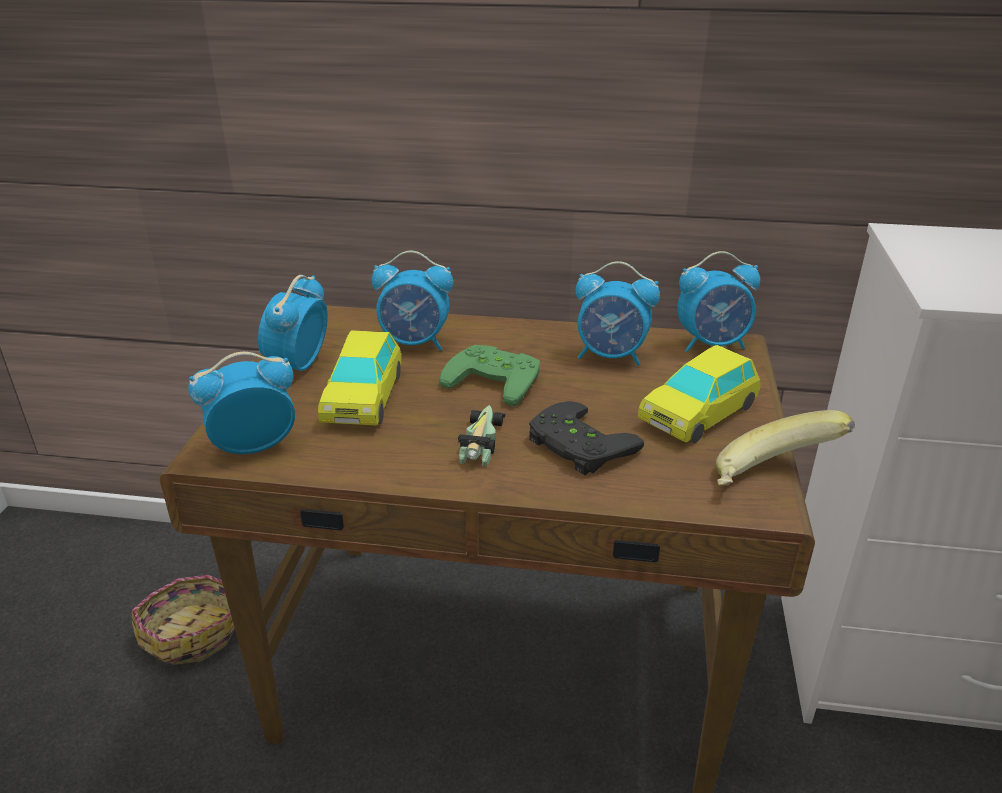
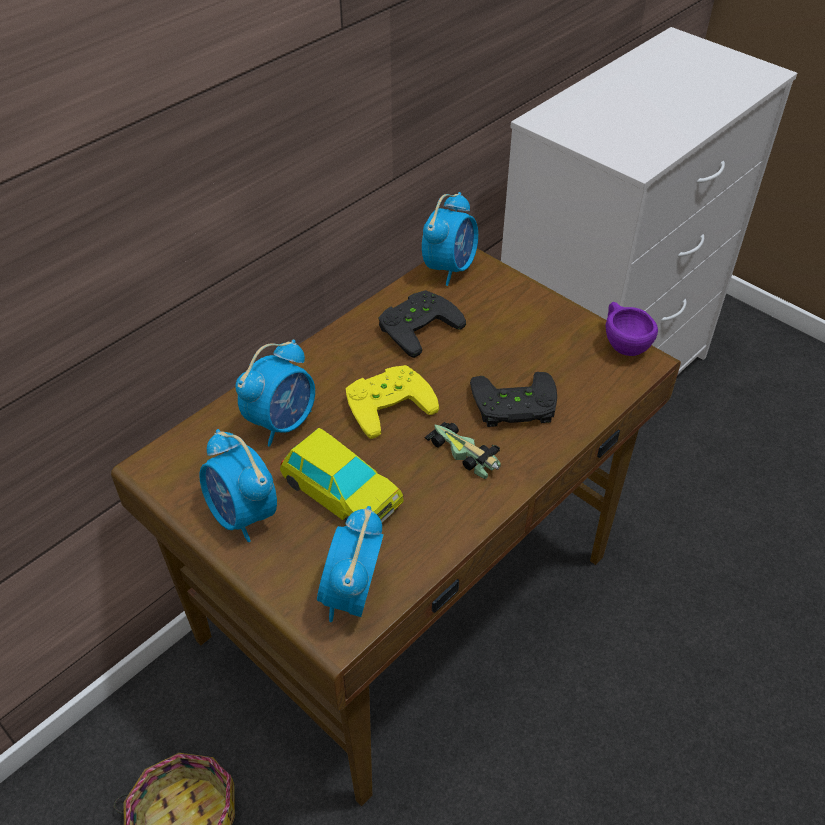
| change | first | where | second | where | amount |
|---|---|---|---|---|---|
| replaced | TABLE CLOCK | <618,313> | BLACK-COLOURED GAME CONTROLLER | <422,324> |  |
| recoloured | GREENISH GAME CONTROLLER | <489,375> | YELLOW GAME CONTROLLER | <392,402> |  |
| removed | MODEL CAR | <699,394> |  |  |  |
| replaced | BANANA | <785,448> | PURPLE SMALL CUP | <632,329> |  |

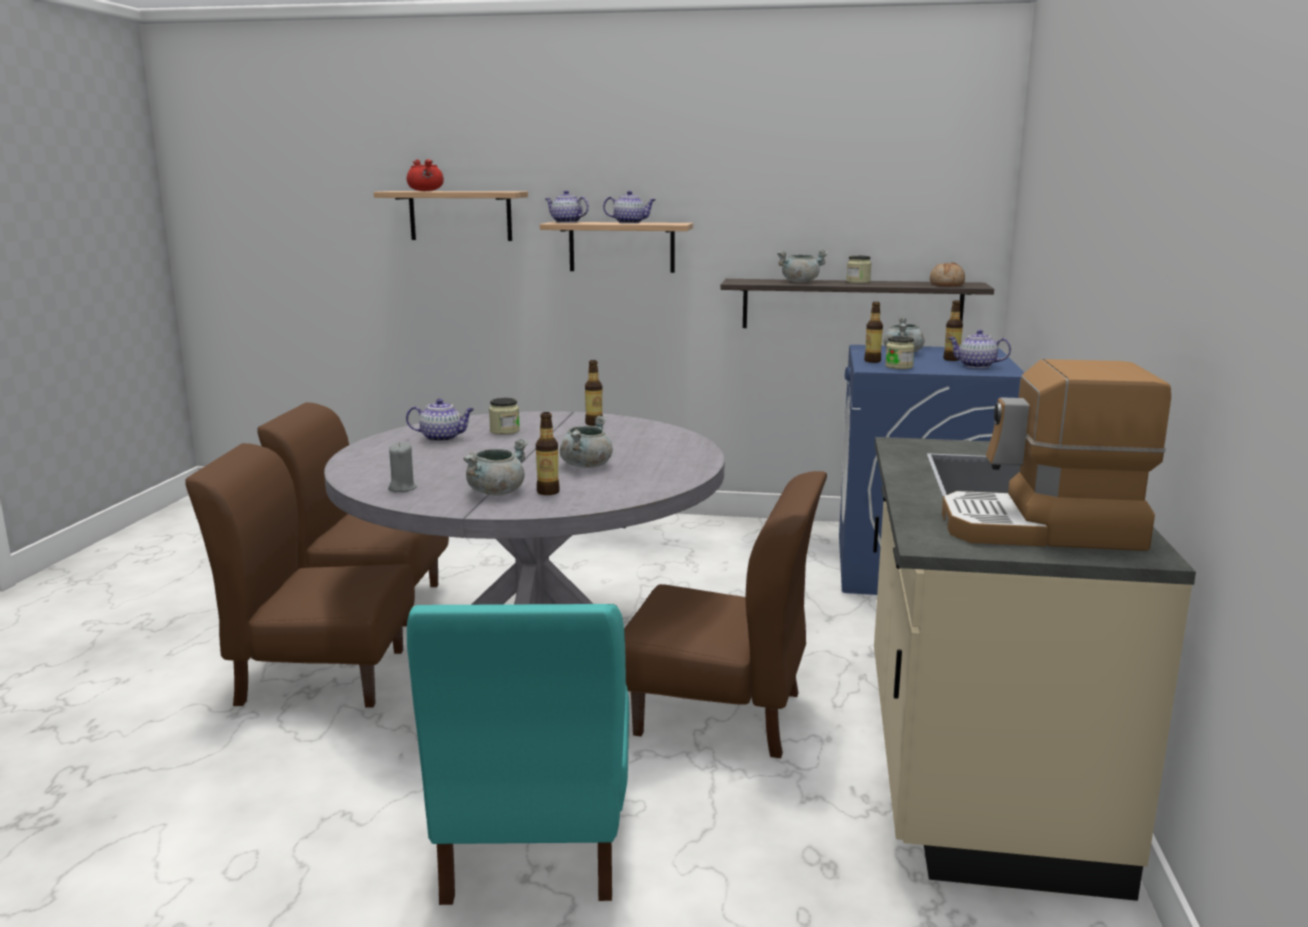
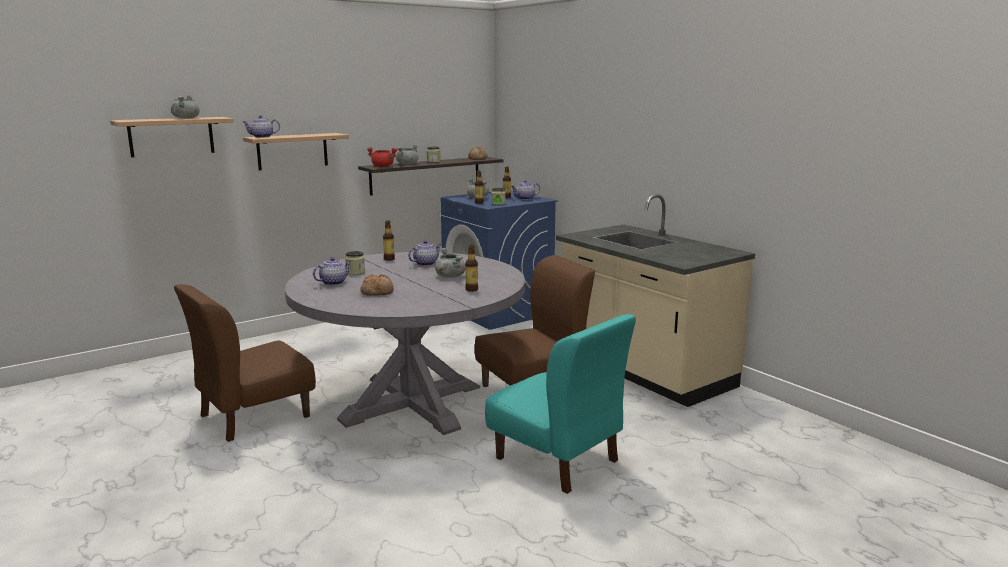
| change | first | where | second | where | amount |
|---|---|---|---|---|---|
| moved | RED COOKING POT | <425,175> |  | <381,157> |  |
| moved | TEAPOT | <629,207> |  | <424,253> |  |
| removed | COFFEE BREWER | <1056,455> |  |  |  |
| moved | GREY COOKING POT | <496,467> |  | <185,107> |  |
| removed | GREY WAX CANDLE | <402,467> |  |  |  |
| removed | BROWNISH CHAIR | <300,575> |  |  |  |
| added |  |  | BAKERY BREAD | <377,285> |  |

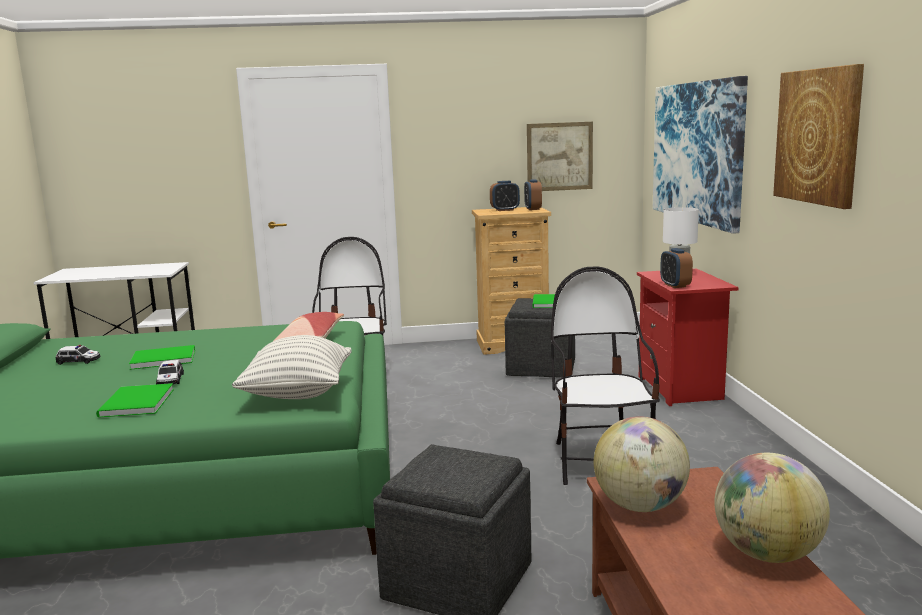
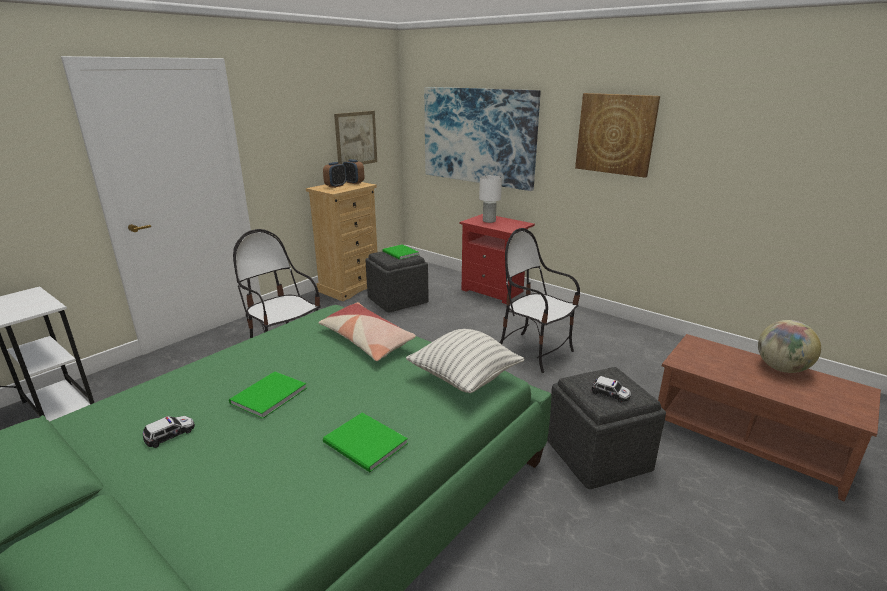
| change | first | where | second | where | amount |
|---|---|---|---|---|---|
| removed | TABLE CLOCK | <676,268> |  |  |  |
| moved | MODEL CAR | <170,372> |  | <611,389> |  |
| removed | WORLD GLOBE | <642,464> |  |  |  |

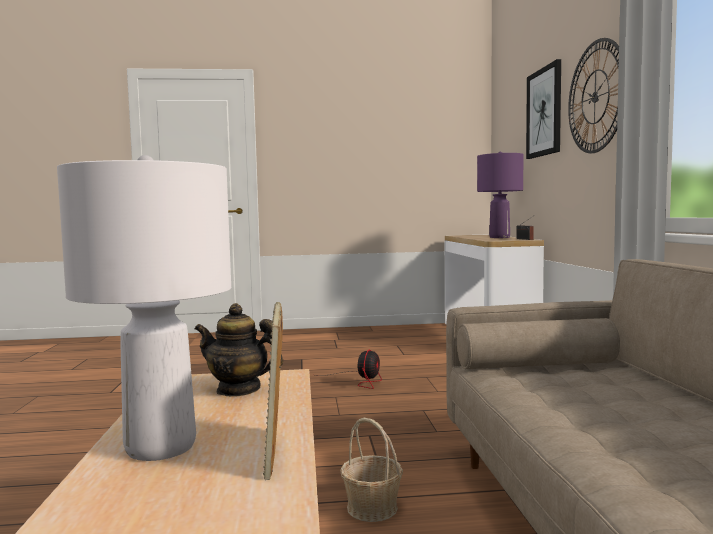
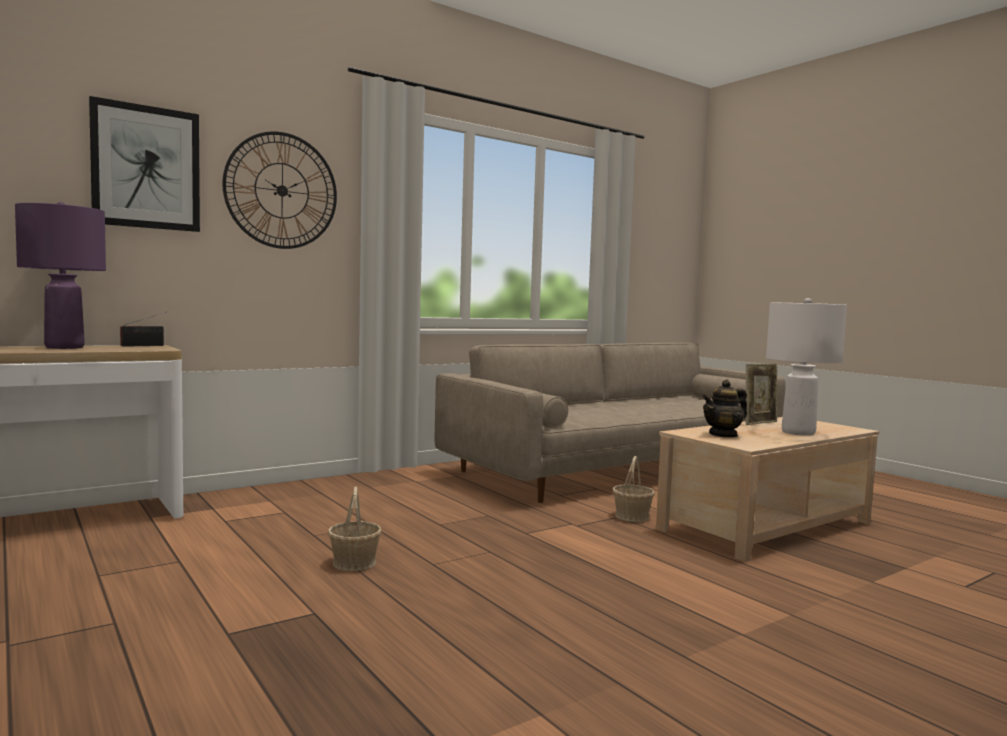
| change | first | where | second | where | amount |
|---|---|---|---|---|---|
| turned | TEAPOT | <239,350> |  | <724,408> | 75 degrees clockwise |
| replaced | COOLING FAN | <350,369> | BASKET | <355,528> |  |

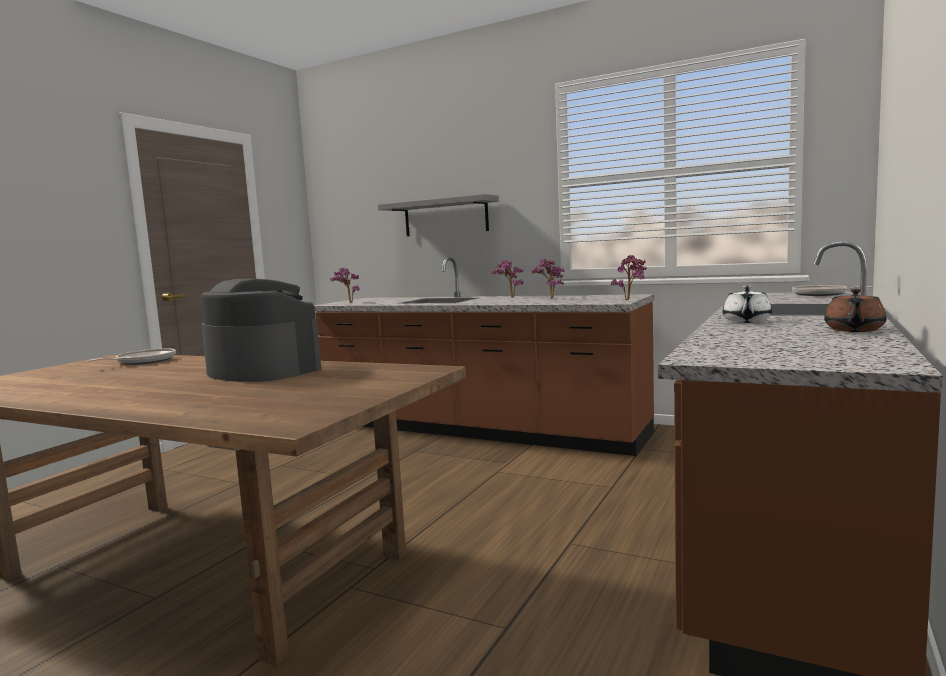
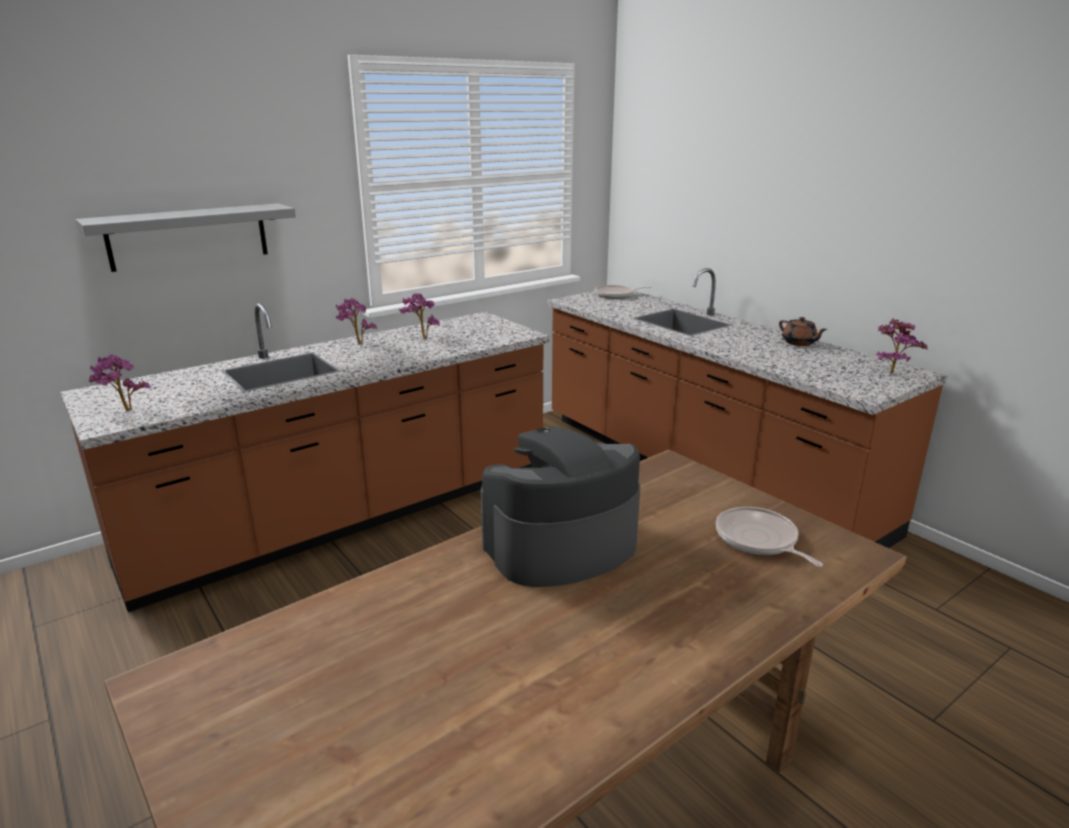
| change | first | where | second | where | amount |
|---|---|---|---|---|---|
| moved | HOUSEPLANT | <629,277> |  | <902,346> |  |
| removed | WHITE-COLOURED TEAPOT | <747,304> |  |  |  |
| moved | SKILLET | <132,356> |  | <769,537> |  |

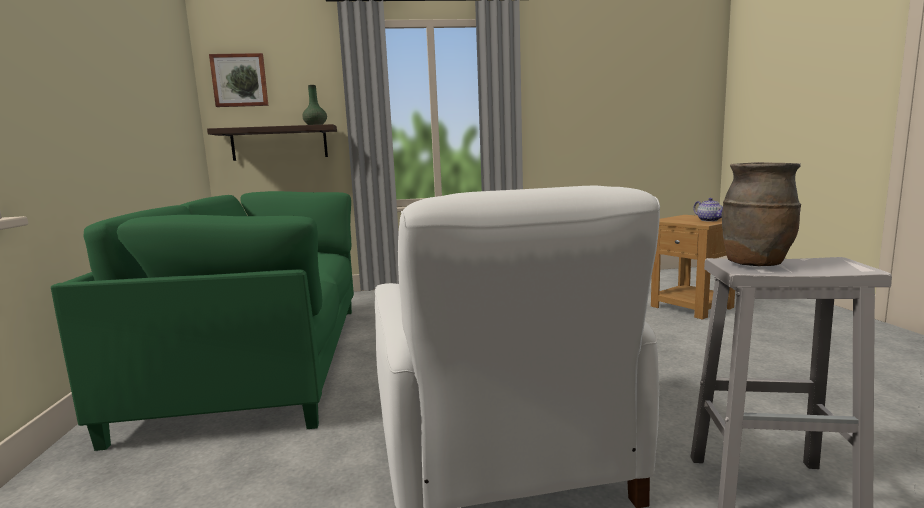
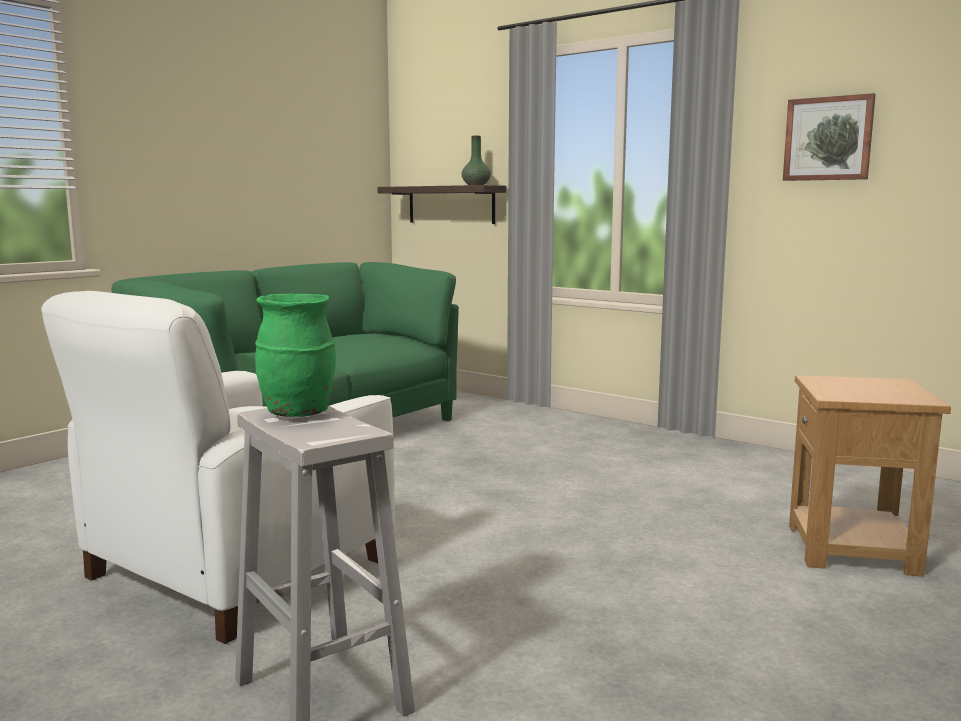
| change | first | where | second | where | amount |
|---|---|---|---|---|---|
| moved | PICTURE | <238,80> |  | <829,137> |  |
| recoloured | BROWNISH DECORATIVE VASE | <761,214> | GREENISH DECORATIVE VASE | <295,355> |  |
| removed | TEAPOT | <708,210> |  |  |  |

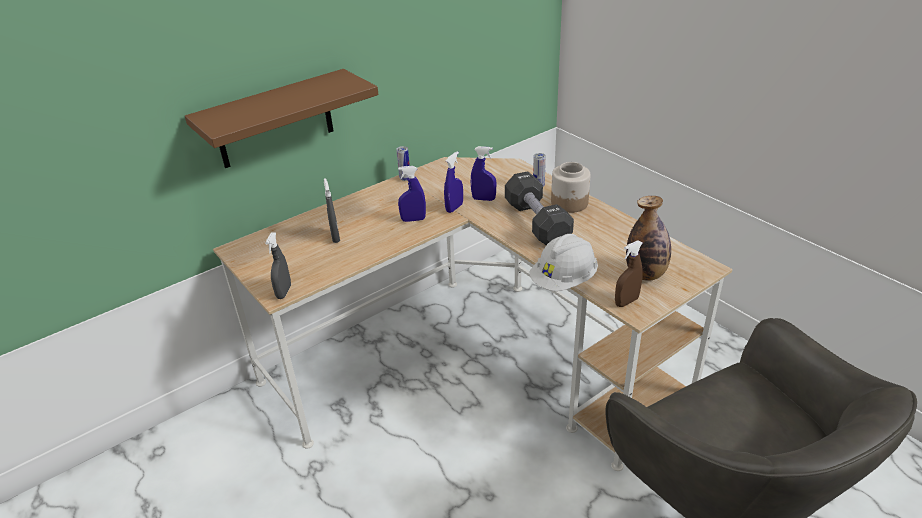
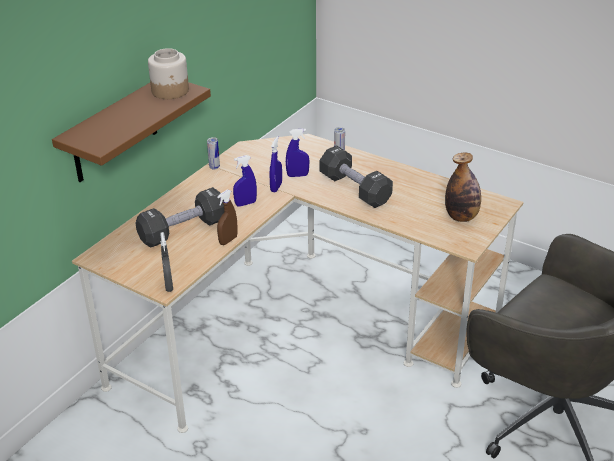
| change | first | where | second | where | amount |
|---|---|---|---|---|---|
| moved | PRESERVE JAR | <571,187> |  | <168,73> |  |
| replaced | GREY SPRAY BOTTLE | <332,210> | BLACK-COLOURED HAND WEIGHT | <180,217> |  |
| removed | WHITE-COLOURED WORK HELMET | <564,262> |  |  |  |
| moved | BROWNISH SPRAY BOTTLE | <629,273> |  | <227,217> |  |

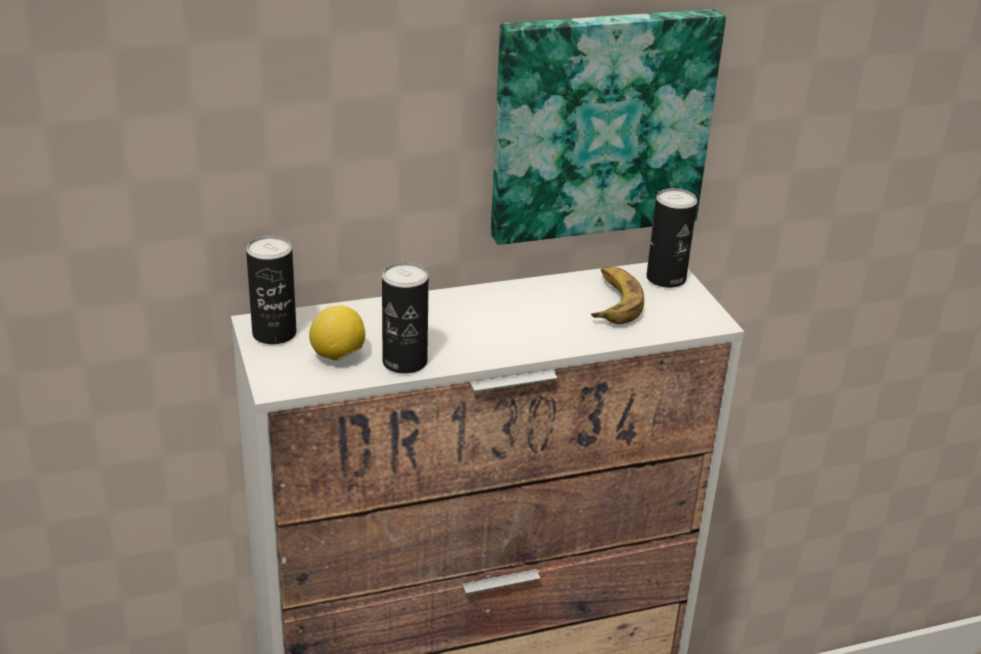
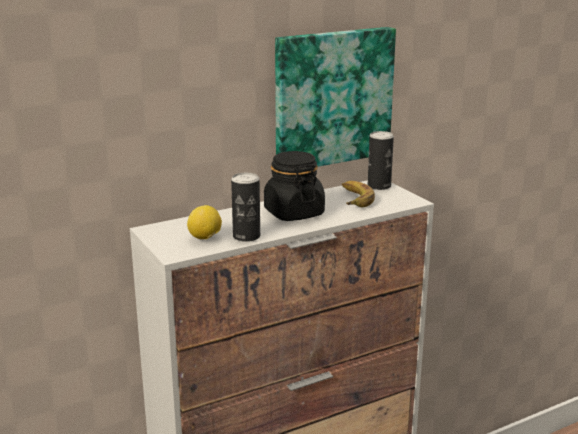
| change | first | where | second | where | amount |
|---|---|---|---|---|---|
| removed | METAL CAN | <271,289> |  |  |  |
| added |  |  | BLACK-COLOURED PRESERVE JAR | <294,186> |  |

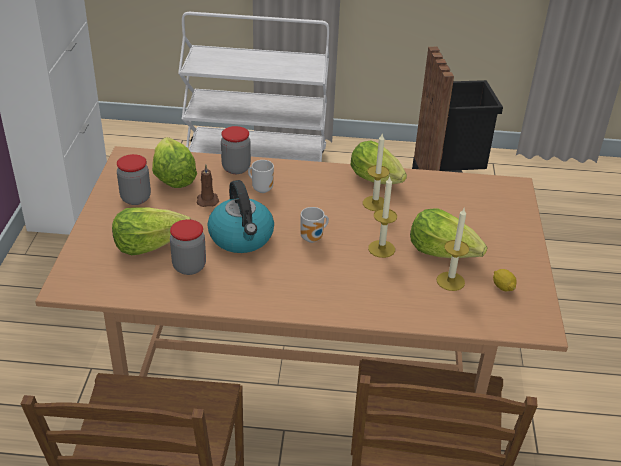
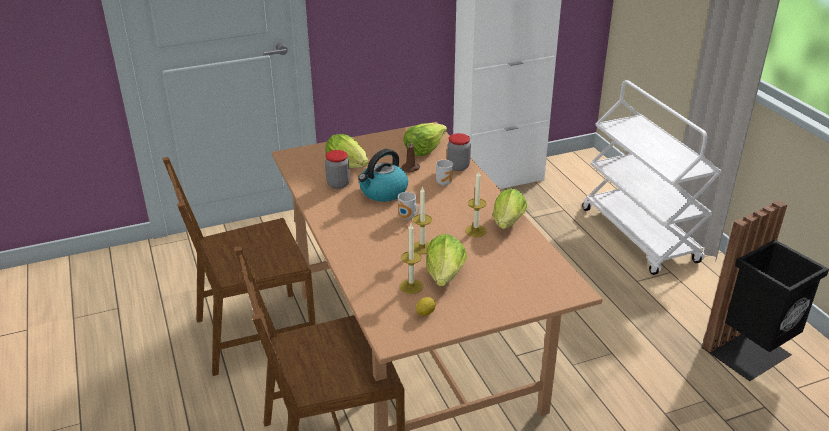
| change | first | where | second | where | amount |
|---|---|---|---|---|---|
| removed | PRESERVE JAR | <134,179> |  |  |  |

